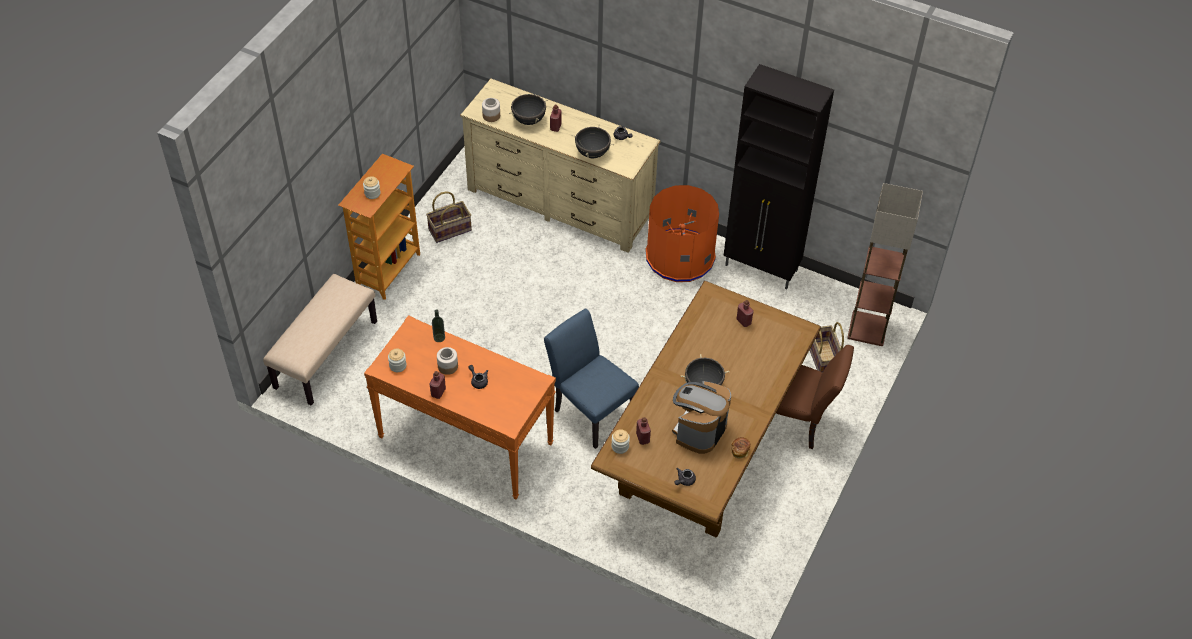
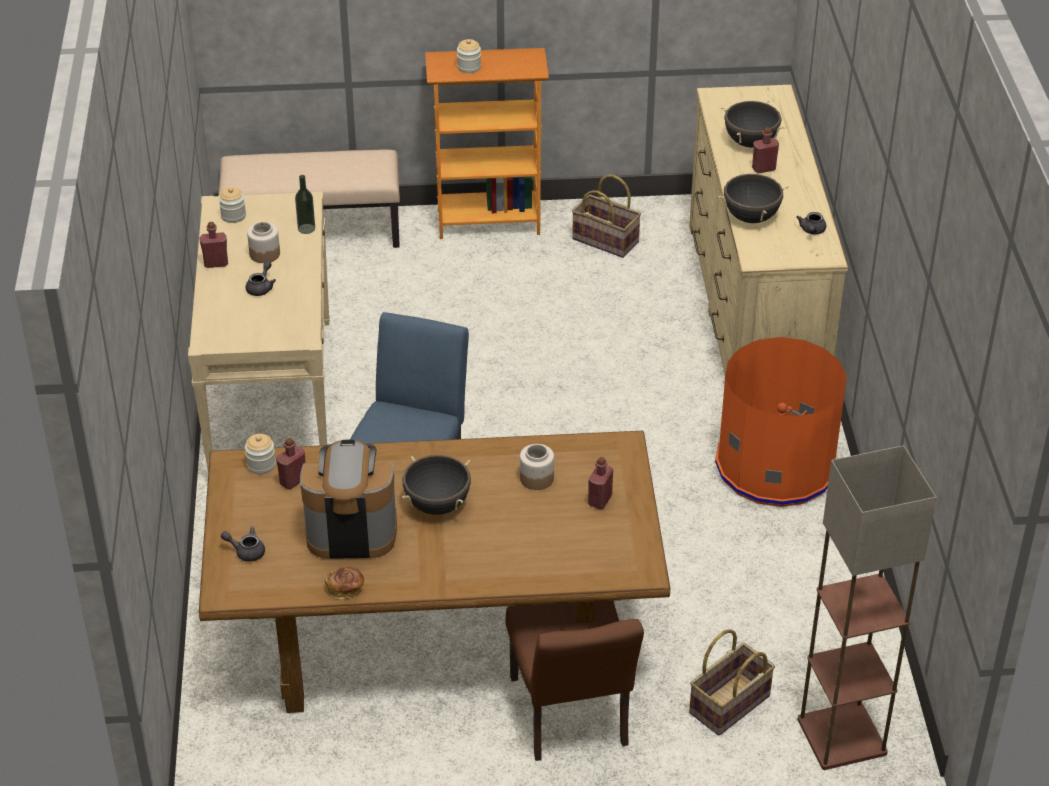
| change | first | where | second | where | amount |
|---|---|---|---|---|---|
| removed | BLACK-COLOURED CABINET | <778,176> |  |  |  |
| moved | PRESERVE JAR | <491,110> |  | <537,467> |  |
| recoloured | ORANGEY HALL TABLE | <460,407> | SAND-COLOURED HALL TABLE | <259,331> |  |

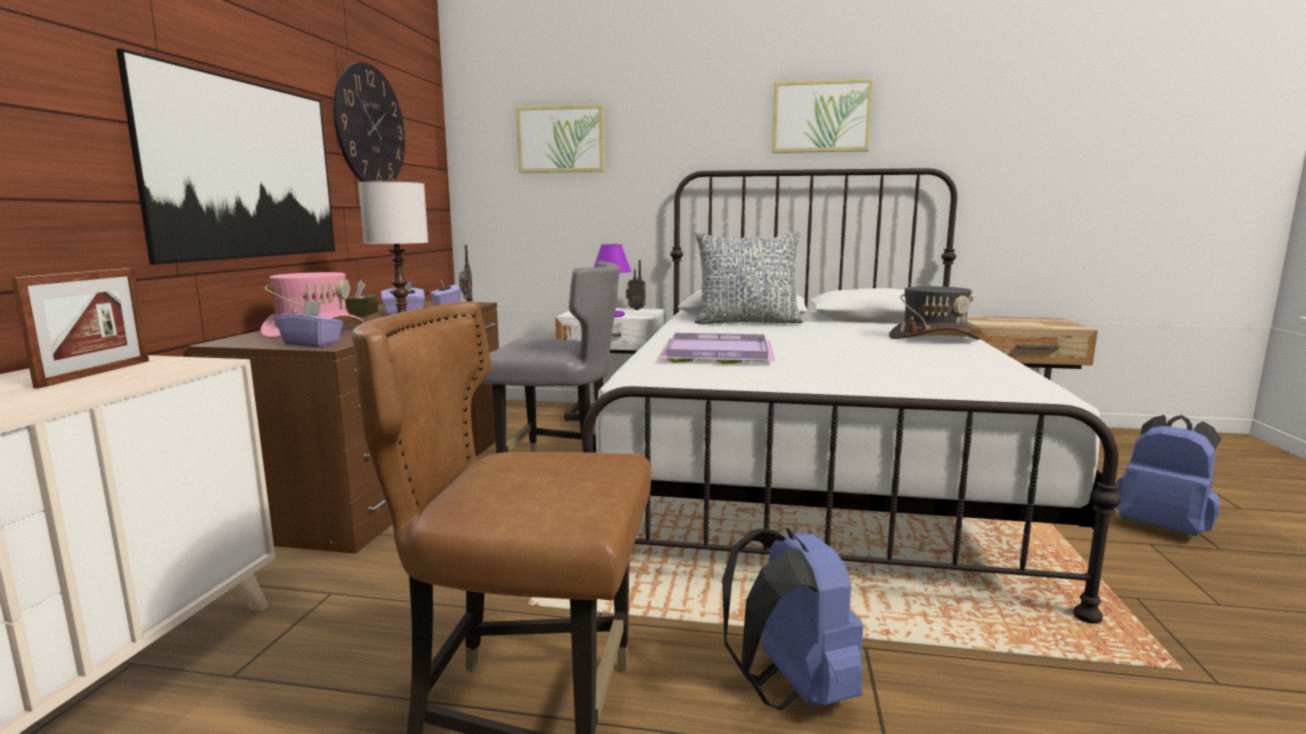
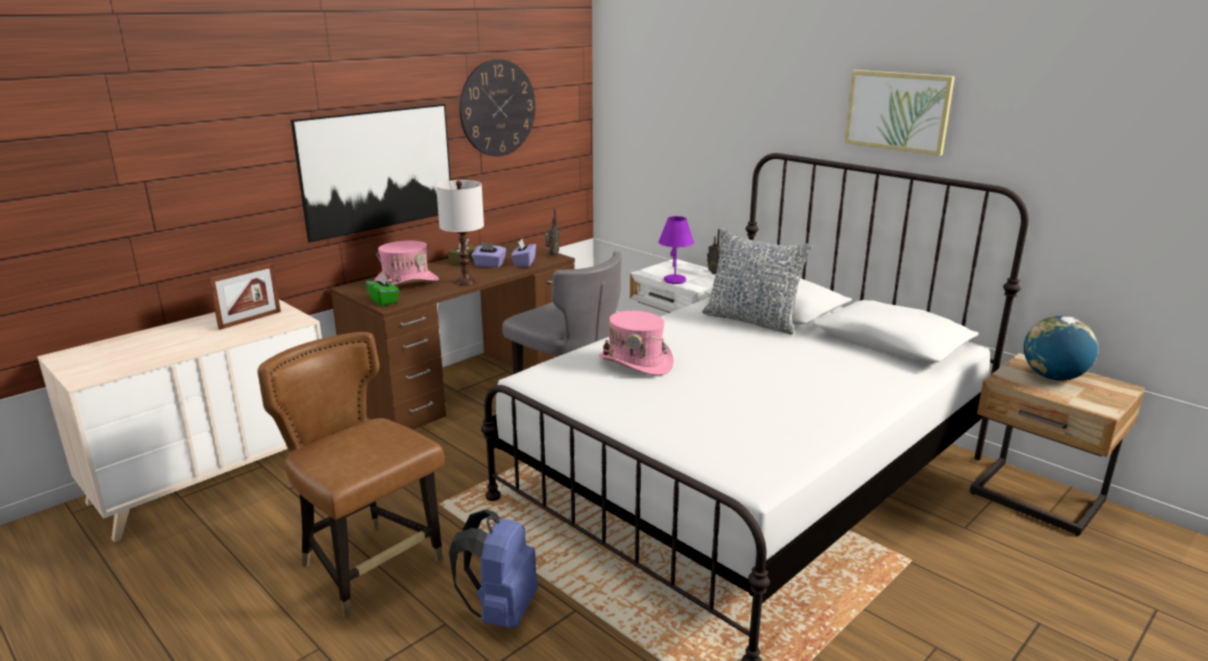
| change | first | where | second | where | amount |
|---|---|---|---|---|---|
| removed | PICTURE | <560,138> |  |  |  |
| removed | GREY WEARABLE HAT | <934,313> |  |  |  |
| recoloured | PURPLE TISSUE HOLDER | <309,324> | GREENISH TISSUE HOLDER | <382,289> |  |
| replaced | PURPLE CARRYING TRAY | <717,348> | PINK-COLOURED WEARABLE HAT | <636,343> |  |
| removed | BLUE KNAPSACK | <1168,475> |  |  |  |
| added |  |  | WORLD GLOBE | <1061,348> |  |

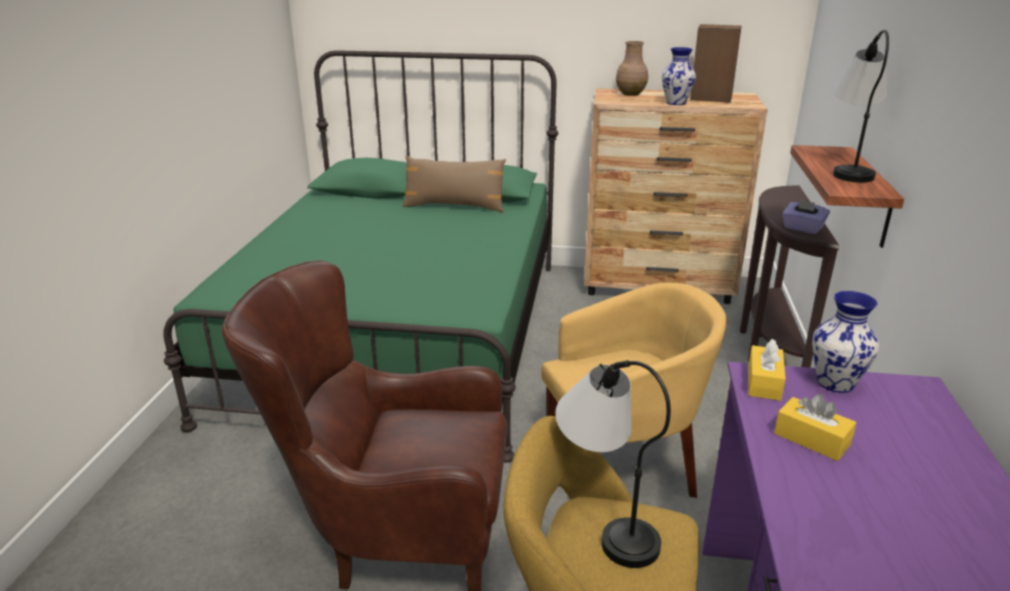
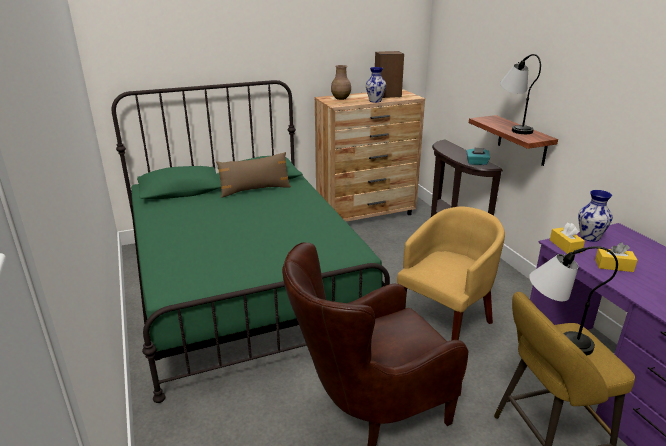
| change | first | where | second | where | amount |
|---|---|---|---|---|---|
| recoloured | PURPLE TISSUE HOLDER | <806,216> | TURQUOISE TISSUE HOLDER | <478,156> |  |

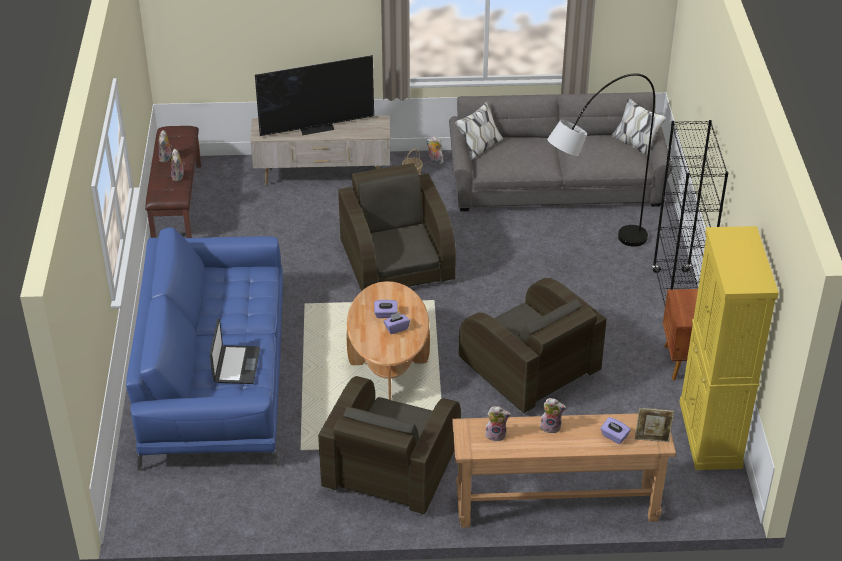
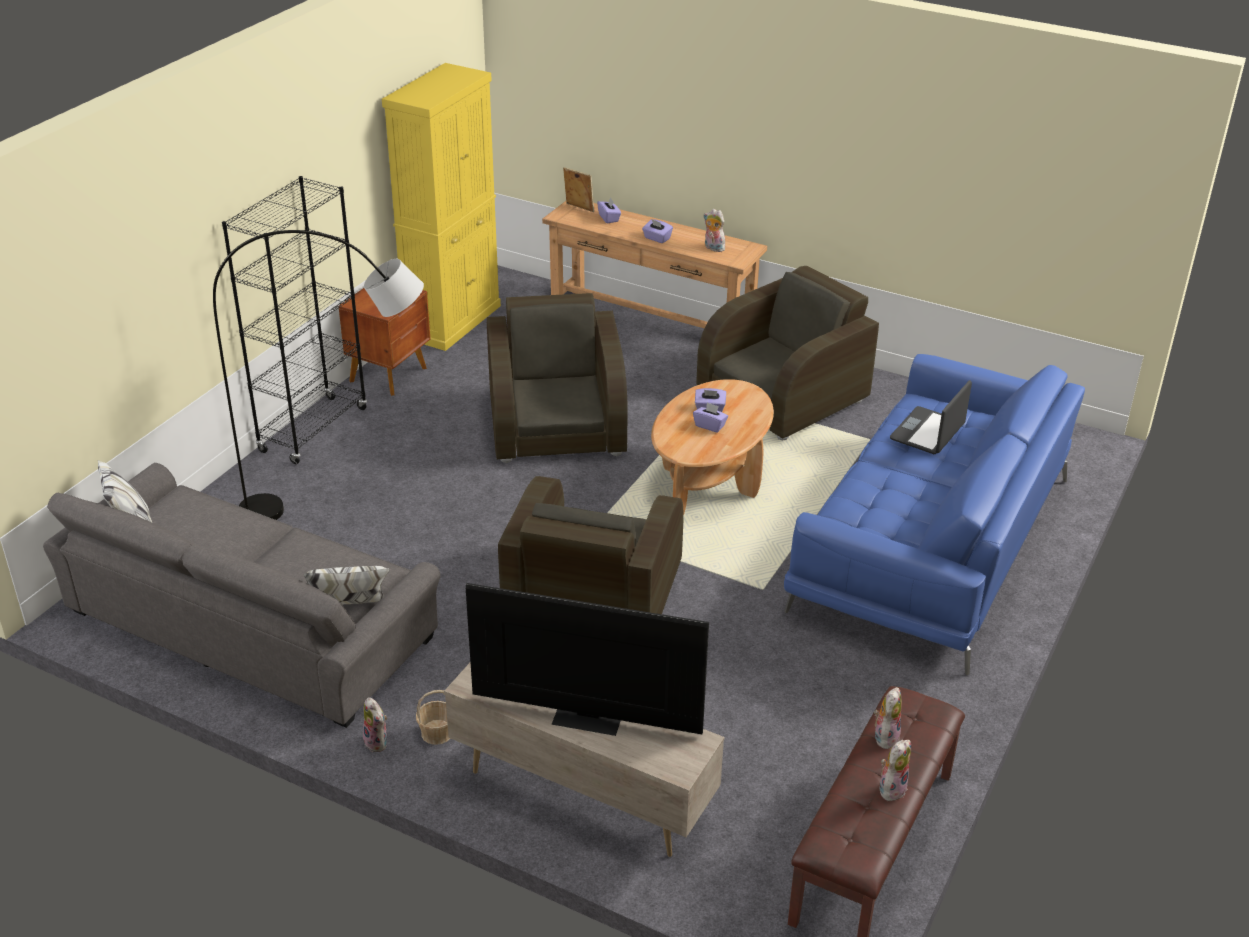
| change | first | where | second | where | amount |
|---|---|---|---|---|---|
| replaced | SOFT TOY | <553,416> | PURPLE TISSUE HOLDER | <657,231> |  |

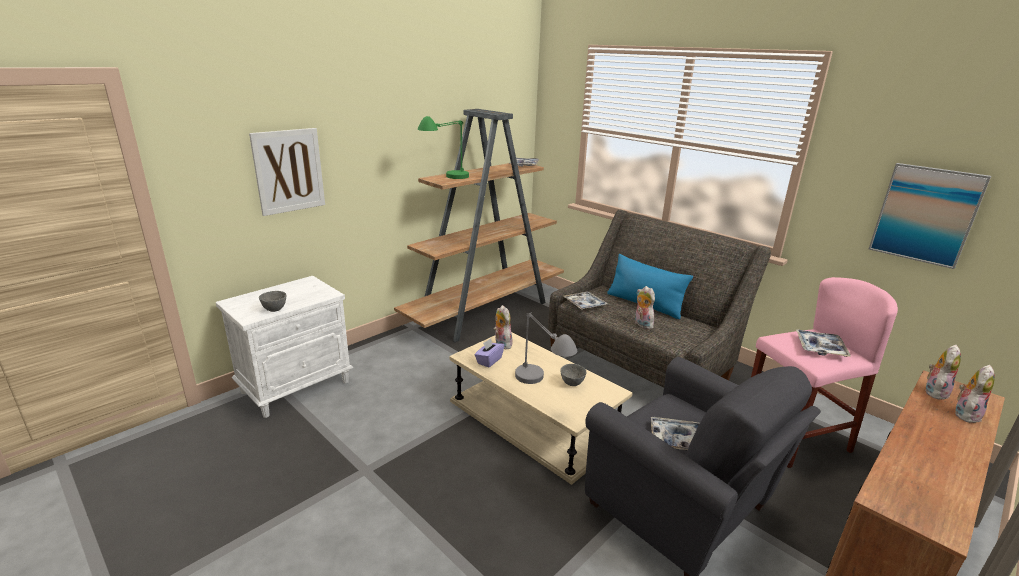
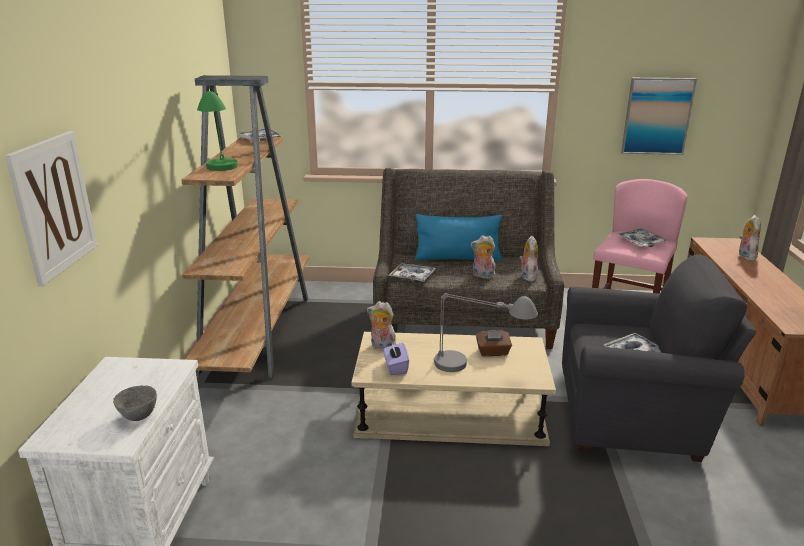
| change | first | where | second | where | amount |
|---|---|---|---|---|---|
| moved | SOFT TOY | <943,373> |  | <528,258> |  |
| replaced | GREY SERVING BOWL | <573,375> | BROWNISH TISSUE HOLDER | <494,343> |  |

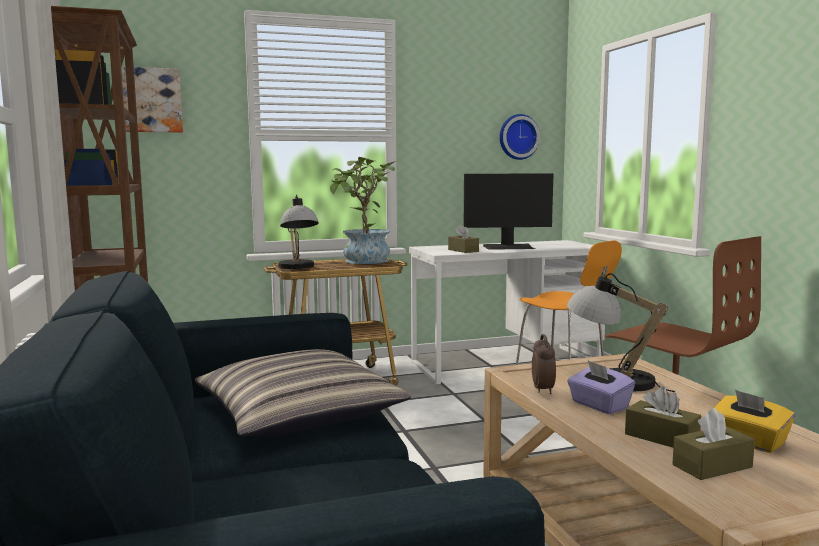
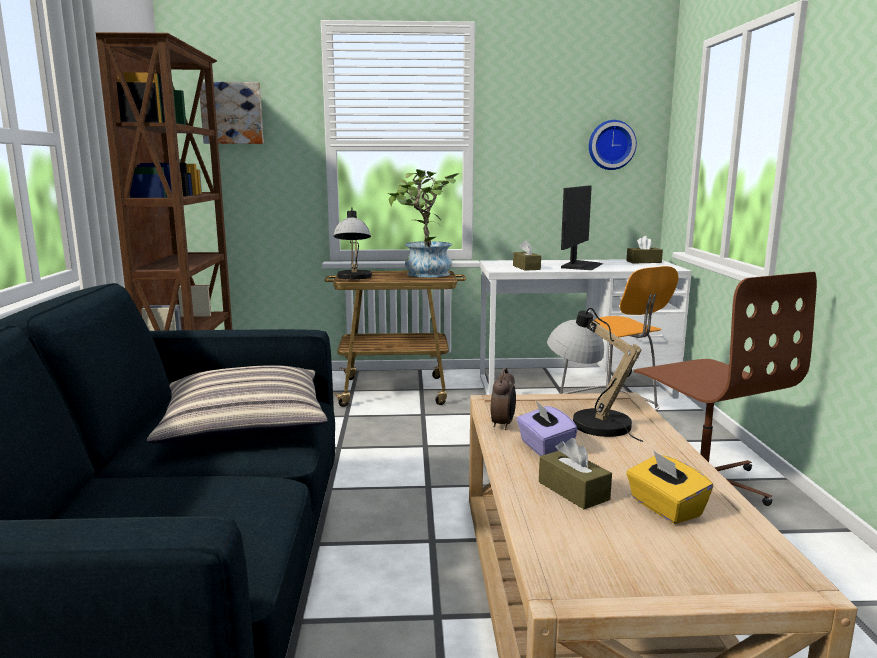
| change | first | where | second | where | amount |
|---|---|---|---|---|---|
| turned | COMPUTER SCREEN | <509,211> |  | <582,228> | 75 degrees counterclockwise |
| moved | BROWNISH TISSUE HOLDER | <713,444> |  | <645,249> |  |

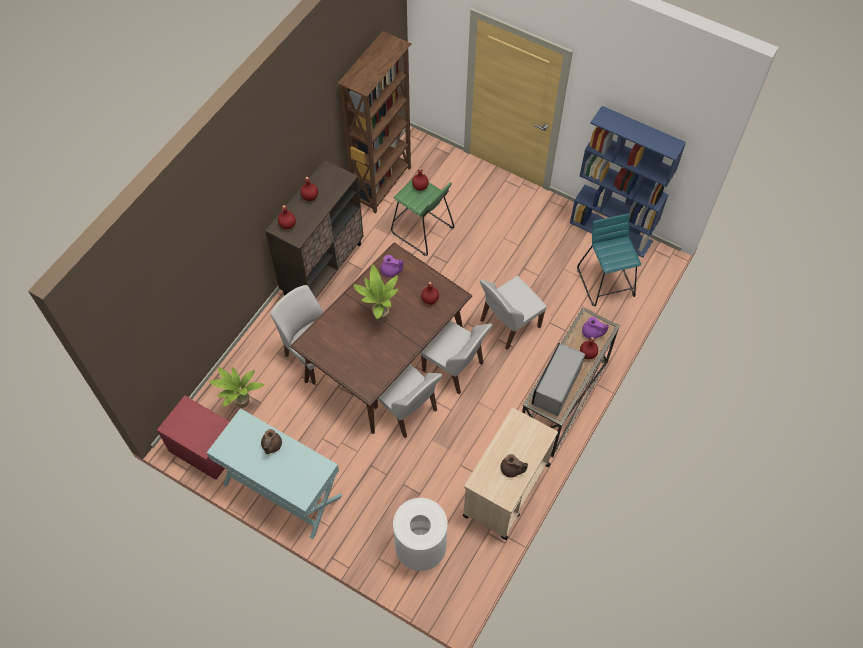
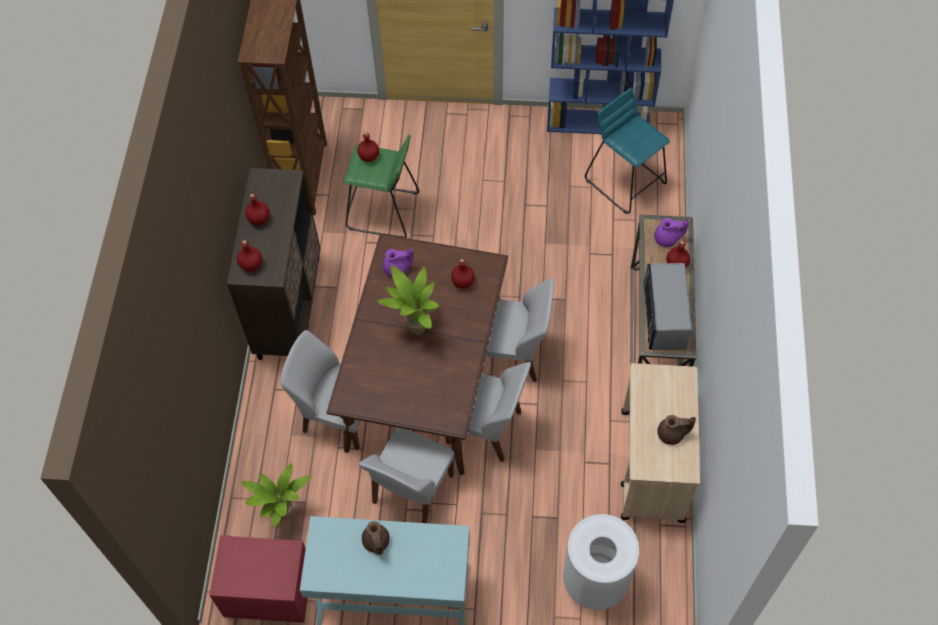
| change | first | where | second | where | amount |
|---|---|---|---|---|---|
| moved | WHITE-COLOURED CHAIR | <513,313> |  | <406,475> |  |

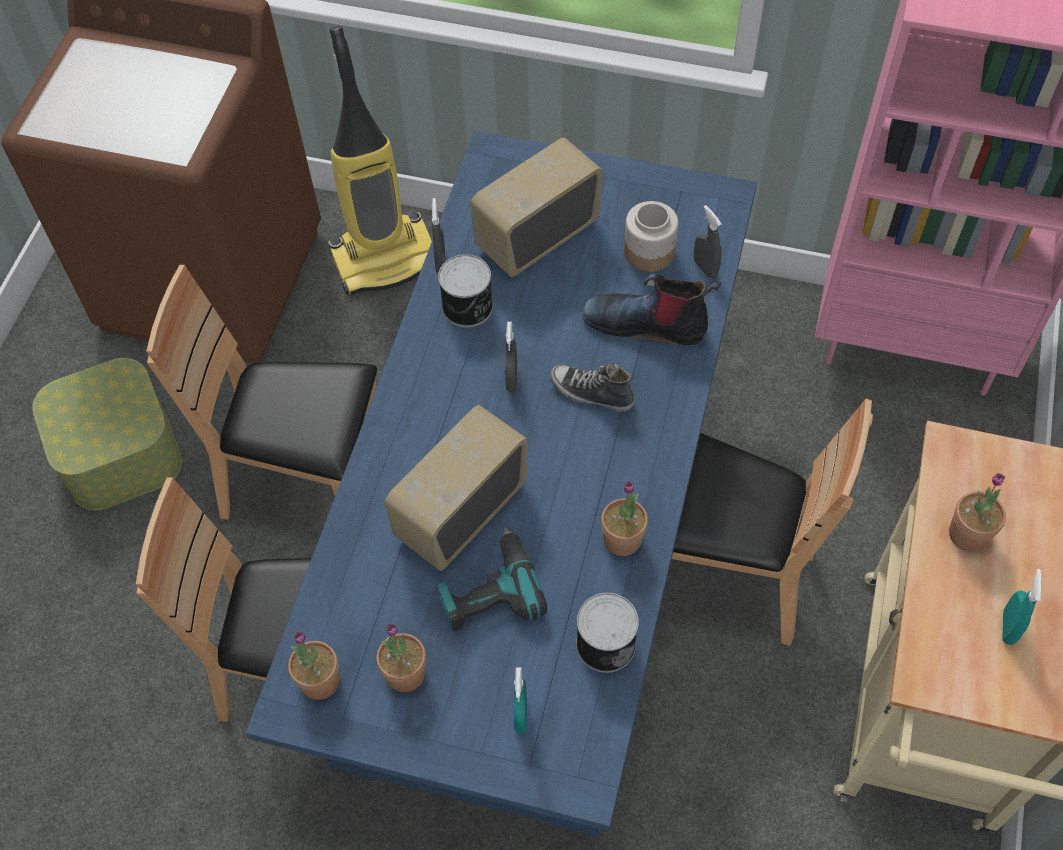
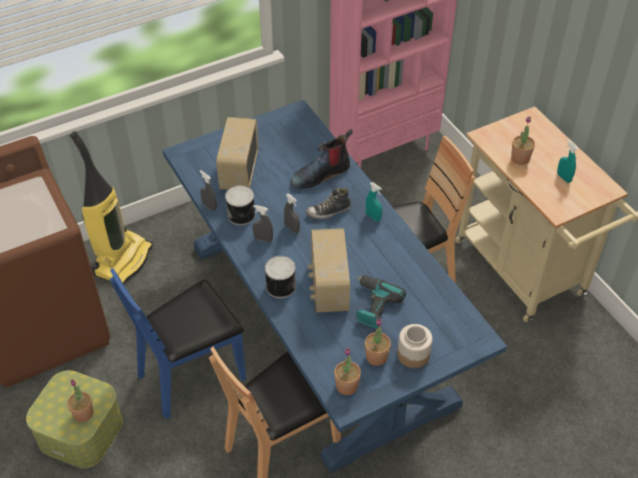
| change | first | where | second | where | amount |
|---|---|---|---|---|---|
| moved | PRESERVE JAR | <651,236> |  | <415,346> |  |
| moved | GREY SPRAY BOTTLE | <708,242> |  | <262,223> |  |
| recoloured | BROWNISH CHAIR | <261,392> | BLUE CHAIR | <178,343> |  |
| moved | HOUSEPLANT | <624,518> |  | <80,401> |  |
| moved | METAL CAN | <607,633> |  | <280,277> |  |
| moved | TURQUOISE SPRAY BOTTLE | <520,700> |  | <374,201> |  |

